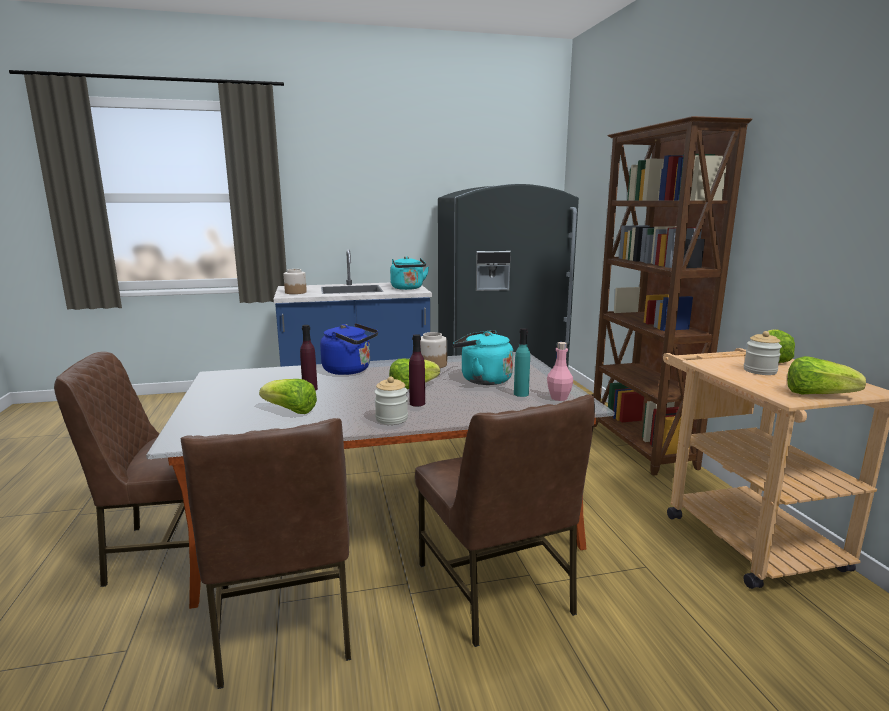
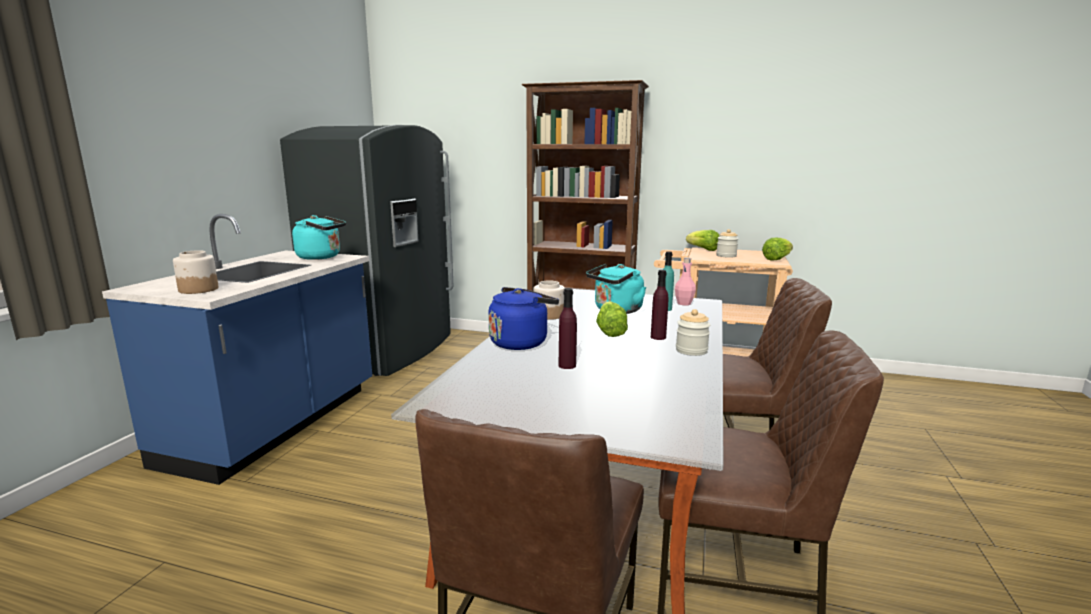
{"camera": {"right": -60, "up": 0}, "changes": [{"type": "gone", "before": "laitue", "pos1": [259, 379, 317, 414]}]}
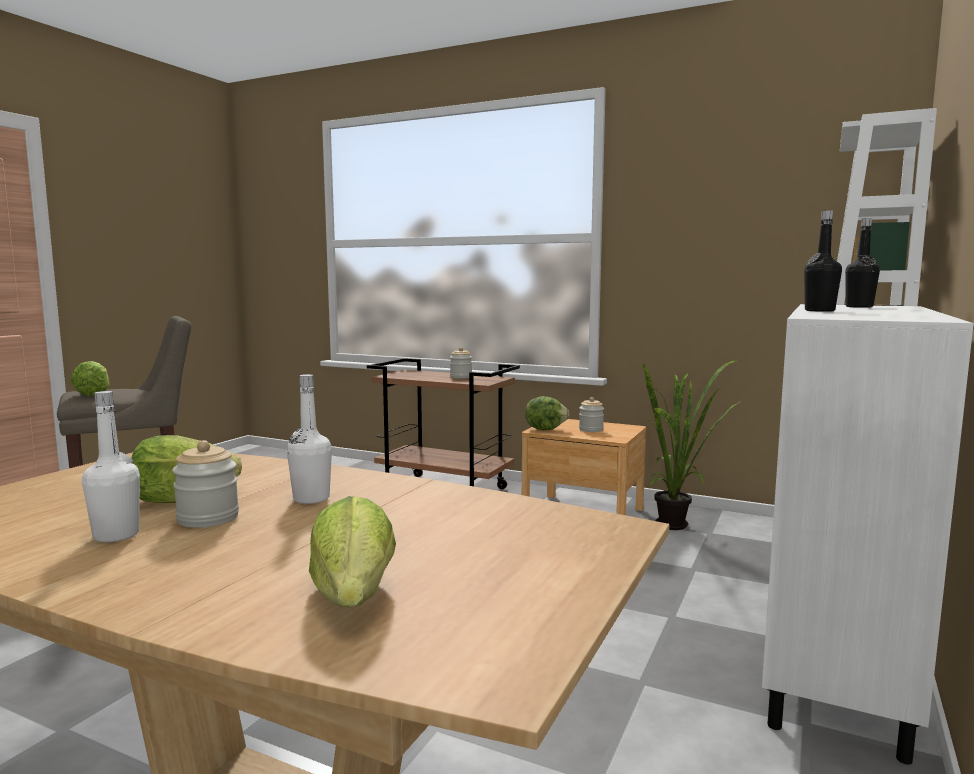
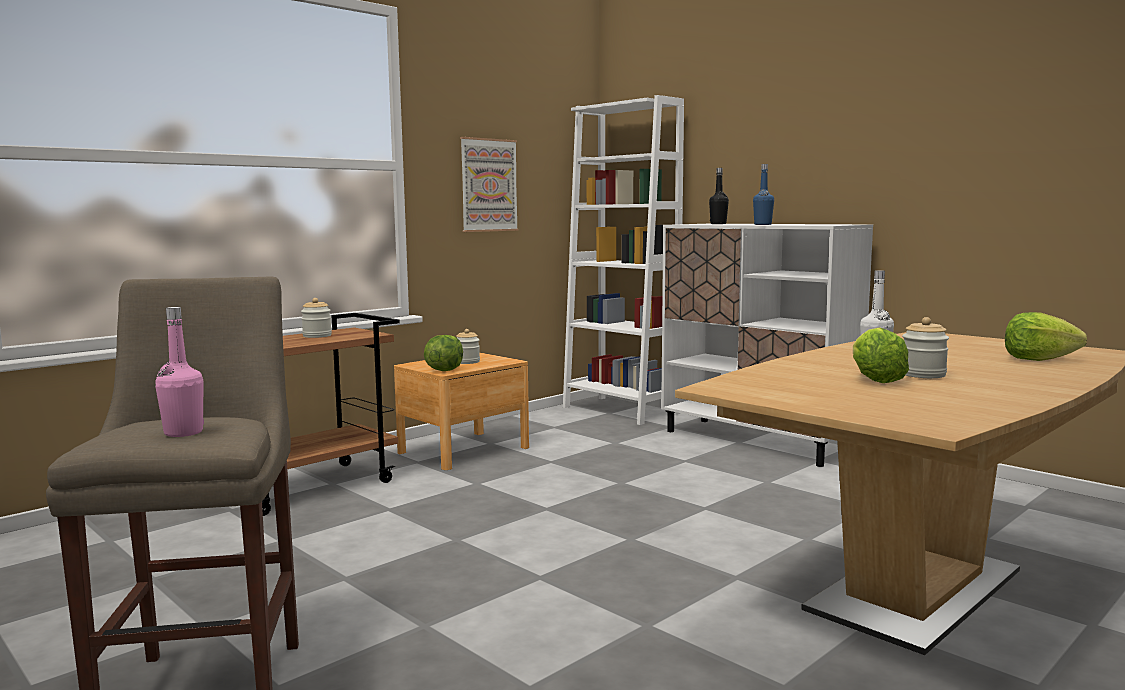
{"camera": {"right": -70, "up": 0}, "changes": [{"type": "repainted", "before": "bouteille [noir]", "after": "bouteille [bleu]", "pos1": [804, 210, 842, 312], "pos2": [753, 164, 774, 225]}, {"type": "gone", "before": "plante en pot", "pos1": [643, 360, 741, 530]}, {"type": "swapped", "before": "laitue", "after": "bouteille [rose]", "pos1": [71, 361, 110, 396], "pos2": [155, 307, 204, 437]}, {"type": "gone", "before": "bouteille [blanc]", "pos1": [82, 391, 140, 542]}, {"type": "new", "after": "tableau", "pos2": [460, 137, 519, 232]}]}
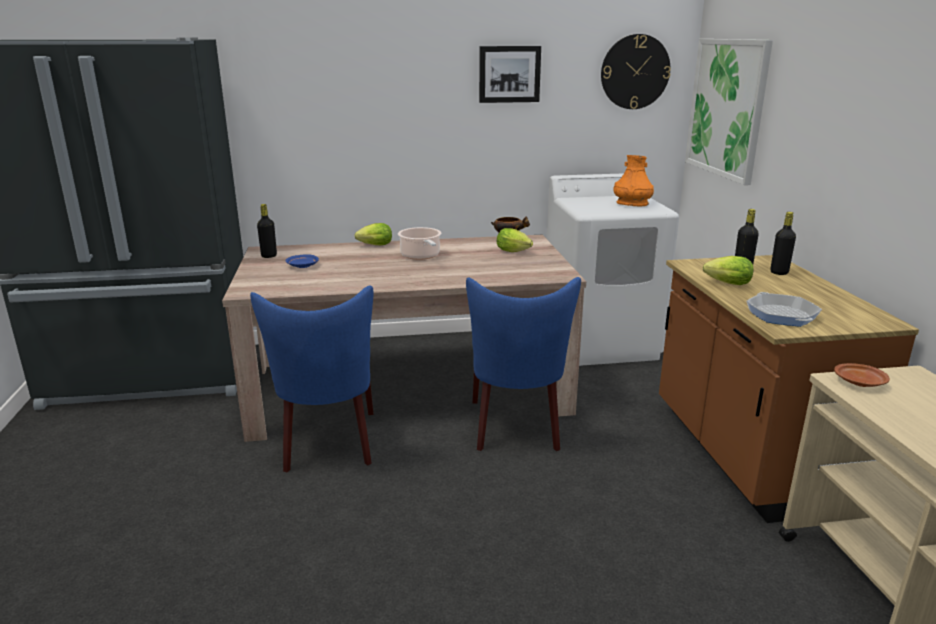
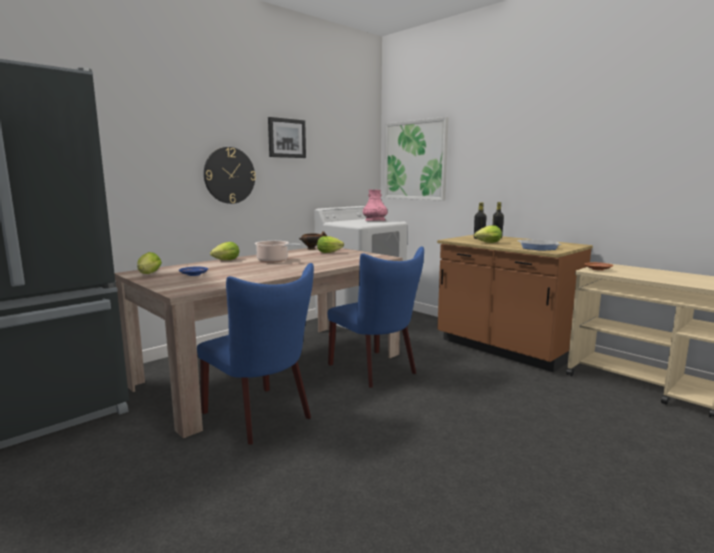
{"camera": {"right": -35, "up": -10}, "changes": [{"type": "shifted", "before": "horloge murale", "pos1": [601, 34, 671, 109], "pos2": [204, 147, 256, 204]}, {"type": "repainted", "before": "vase [orange]", "after": "vase [rose]", "pos1": [613, 155, 654, 206], "pos2": [363, 190, 388, 221]}, {"type": "swapped", "before": "bouteille [noir]", "after": "laitue", "pos1": [257, 204, 277, 258], "pos2": [137, 252, 162, 274]}]}
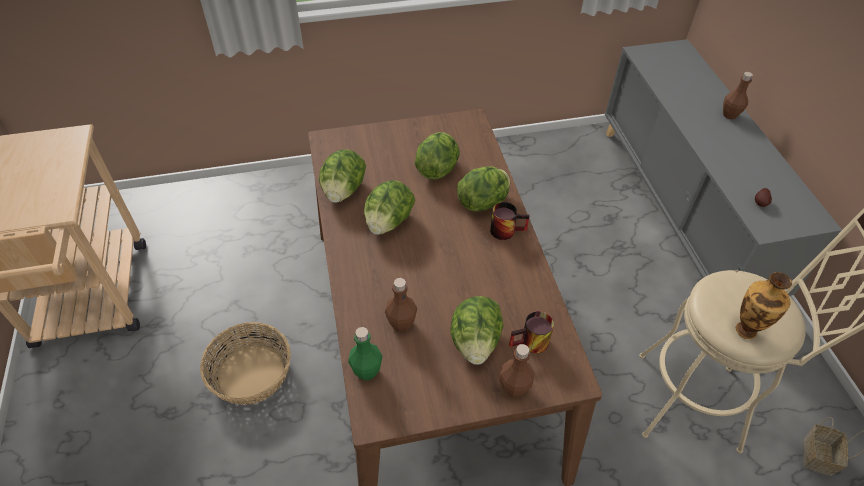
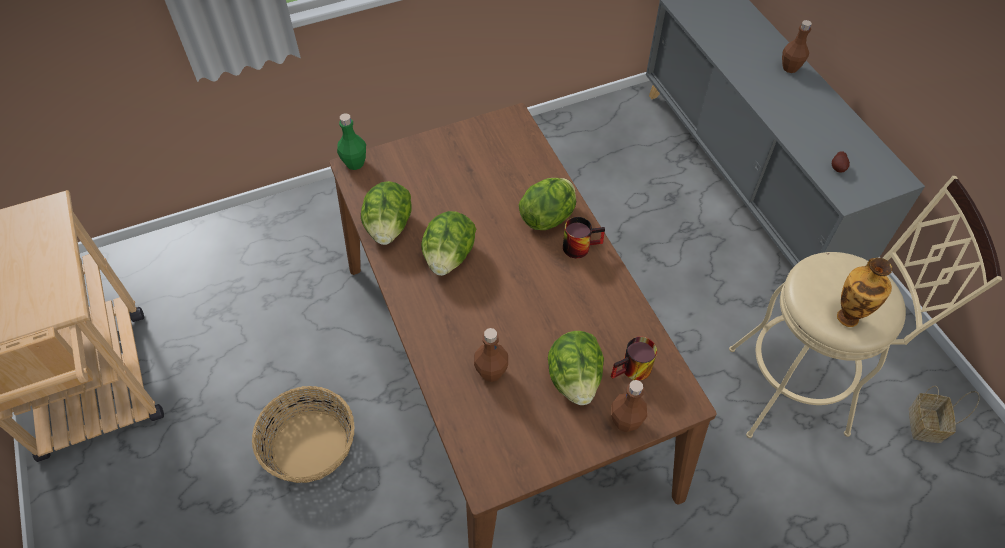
{"camera": {"right": -10, "up": 5}, "changes": [{"type": "gone", "before": "laitue", "pos1": [415, 132, 460, 180]}, {"type": "shifted", "before": "bouteille [vert]", "pos1": [348, 327, 382, 381], "pos2": [337, 113, 366, 170]}]}
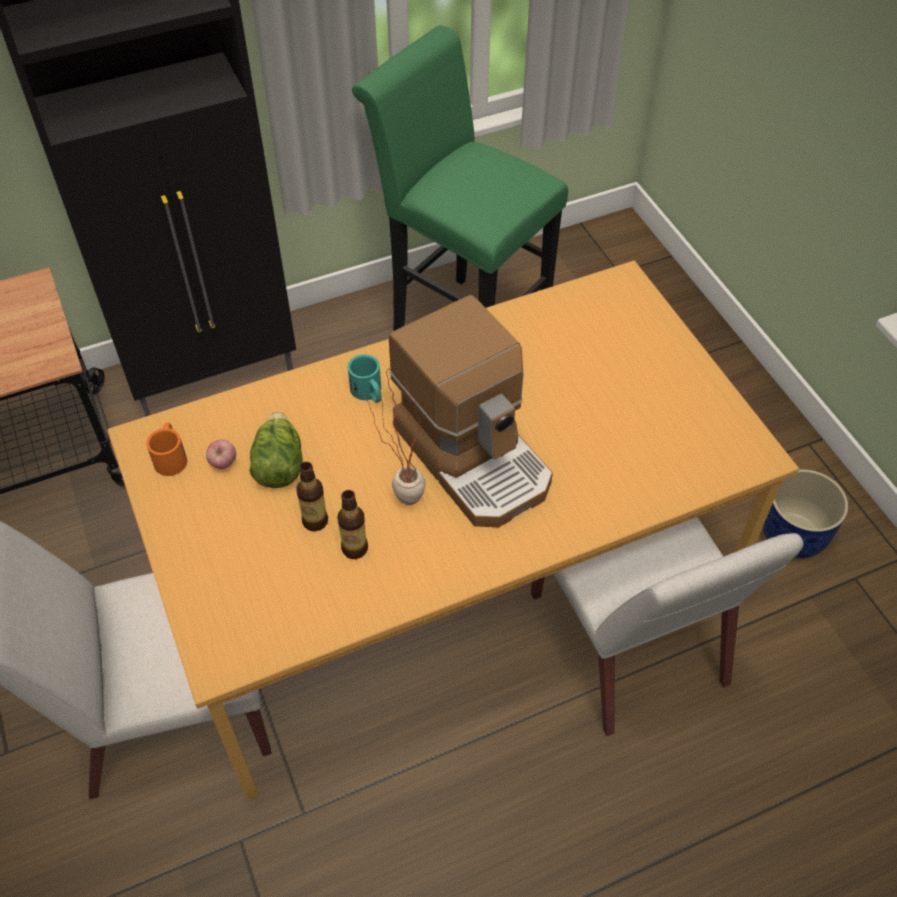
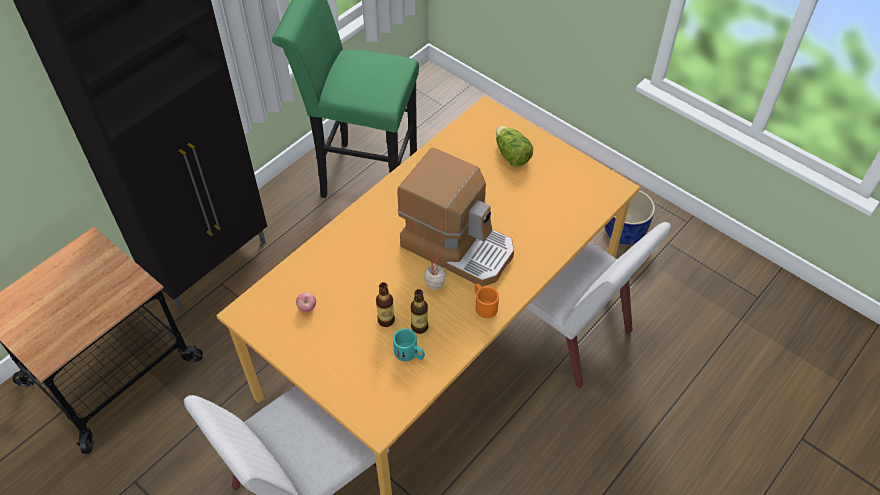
{"camera": {"right": -25, "up": 0}, "changes": [{"type": "shifted", "before": "mug [turquoise]", "pos1": [348, 354, 381, 403], "pos2": [393, 328, 425, 361]}, {"type": "shifted", "before": "laitue", "pos1": [249, 411, 302, 488], "pos2": [496, 126, 533, 167]}, {"type": "shifted", "before": "mug [orange]", "pos1": [146, 422, 187, 476], "pos2": [474, 284, 499, 318]}]}
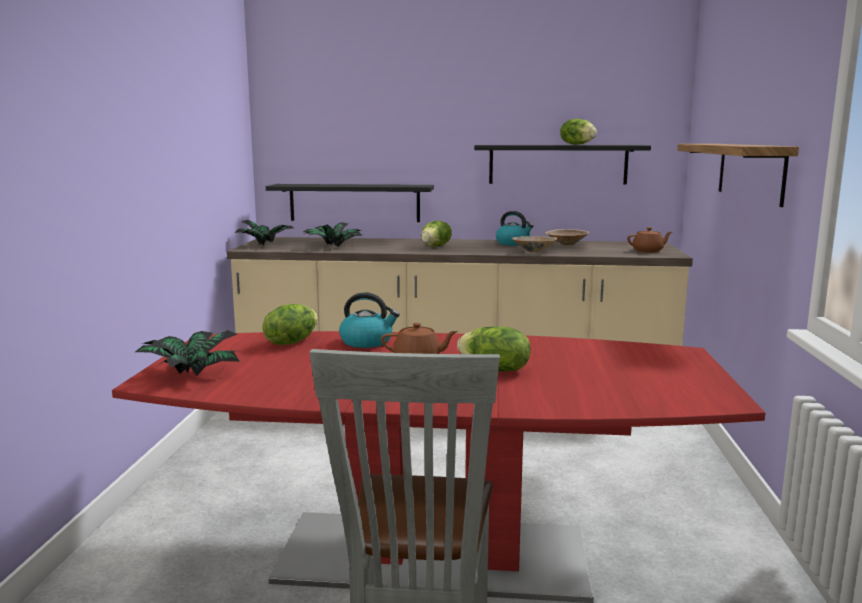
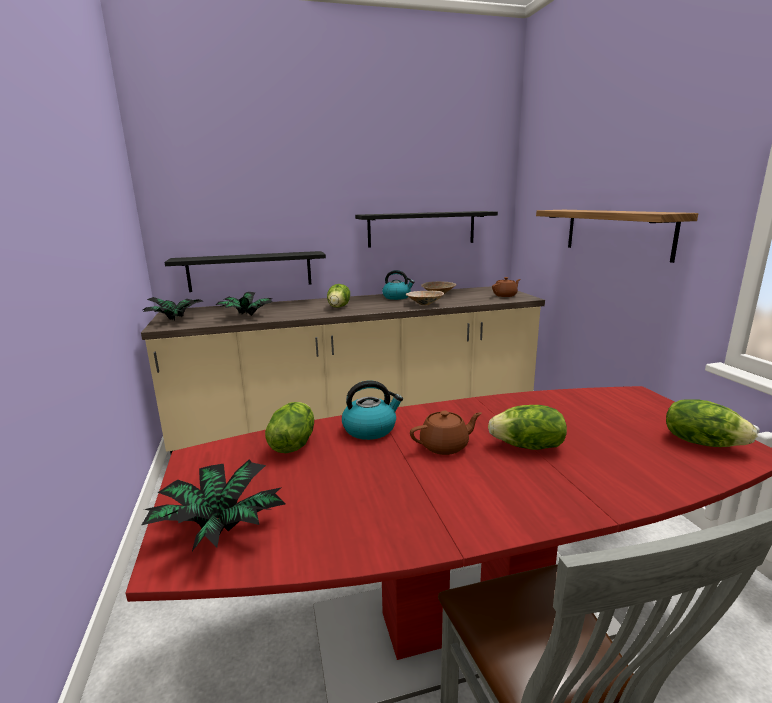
{"camera": {"right": -20, "up": 5}, "changes": [{"type": "shifted", "before": "laitue", "pos1": [560, 119, 597, 145], "pos2": [666, 400, 757, 447]}]}
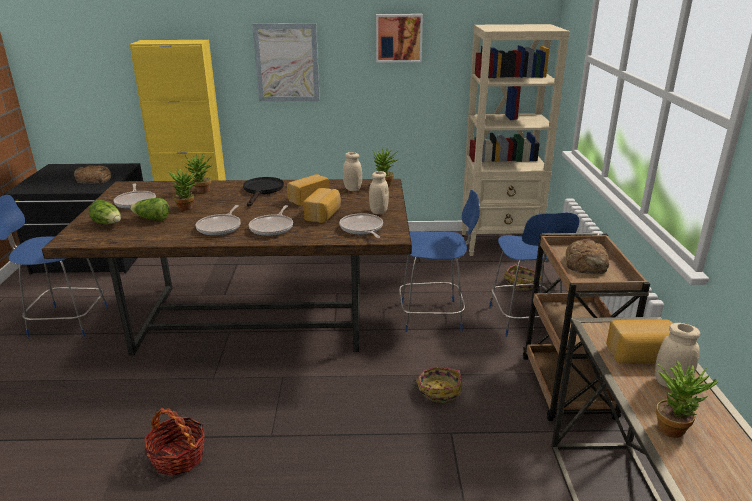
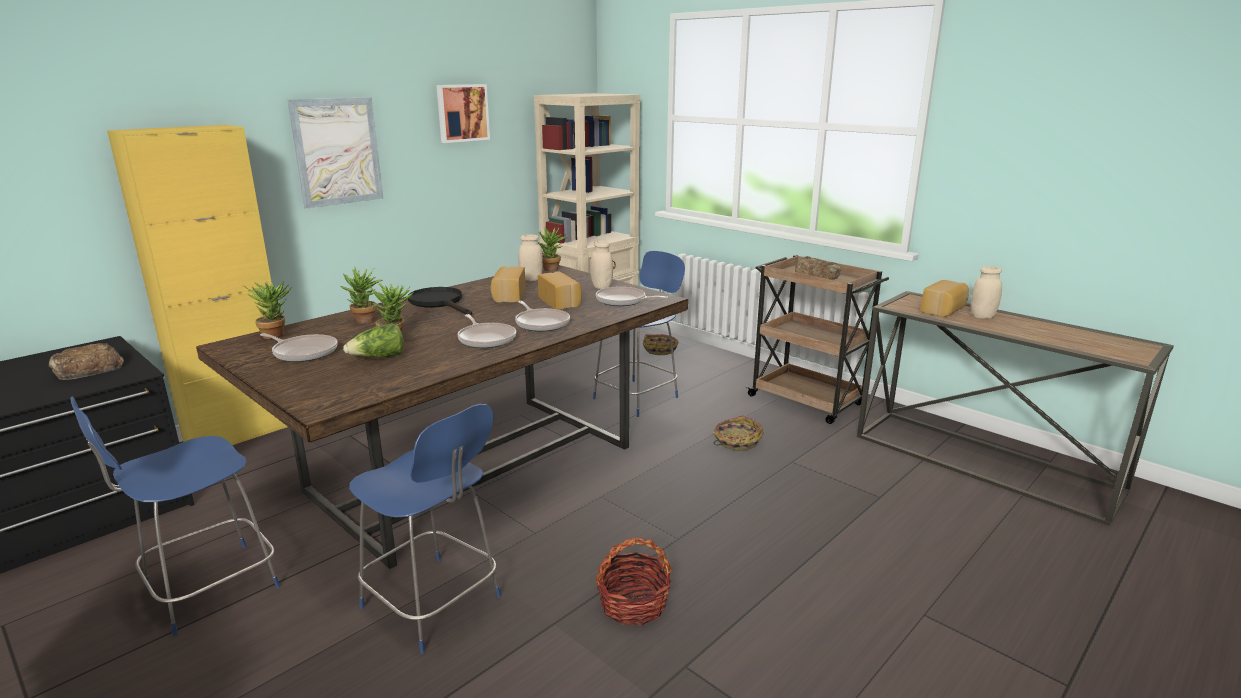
{"camera": {"right": -45, "up": -5}, "changes": [{"type": "gone", "before": "laitue", "pos1": [89, 200, 121, 224]}, {"type": "shifted", "before": "chaise [bleu]", "pos1": [489, 212, 579, 337], "pos2": [349, 404, 501, 654]}, {"type": "shifted", "before": "plante en pot", "pos1": [656, 361, 719, 438], "pos2": [243, 280, 292, 339]}]}
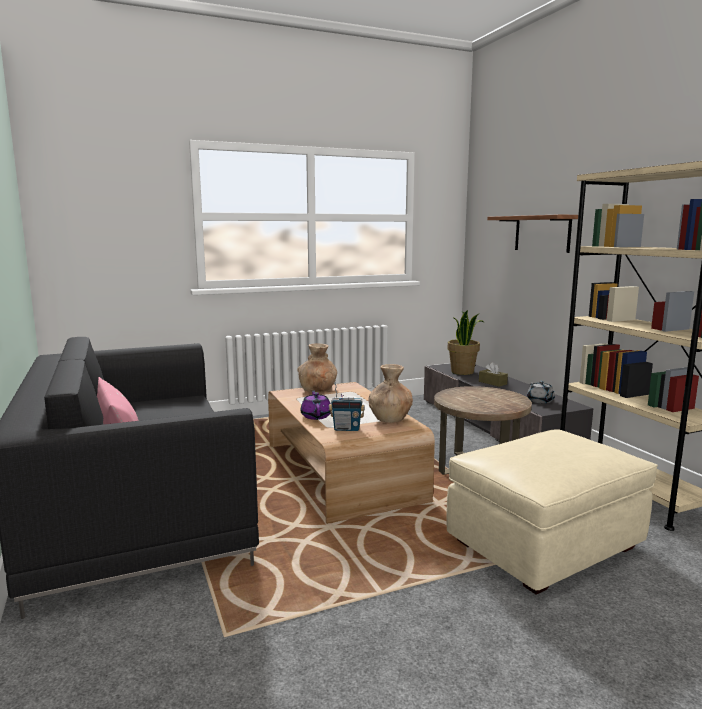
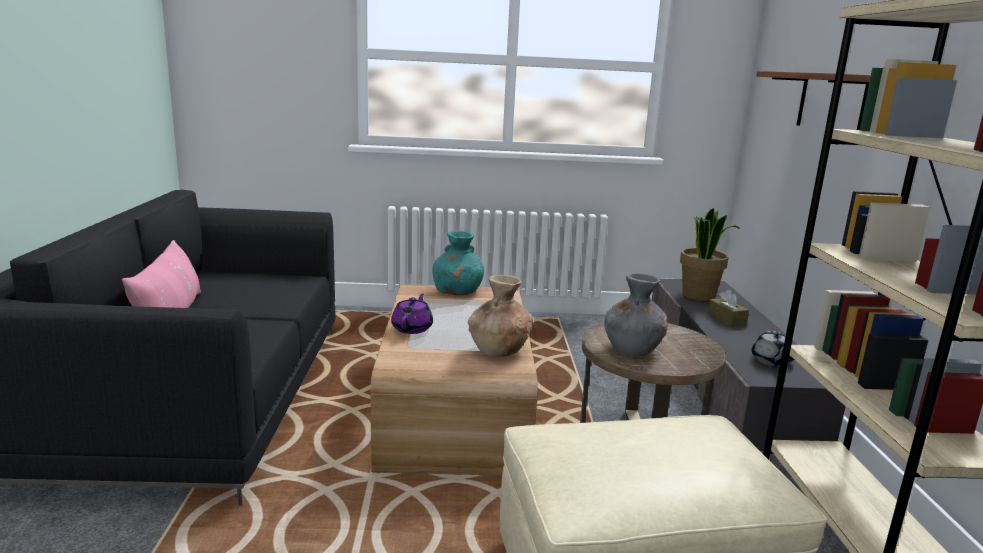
{"camera": {"right": 20, "up": 5}, "changes": [{"type": "repainted", "before": "vase [marron]", "after": "vase [turquoise]", "pos1": [297, 344, 337, 392], "pos2": [432, 231, 484, 295]}, {"type": "gone", "before": "radio", "pos1": [329, 382, 365, 431]}, {"type": "new", "after": "vase [gris]", "pos2": [604, 273, 668, 356]}]}
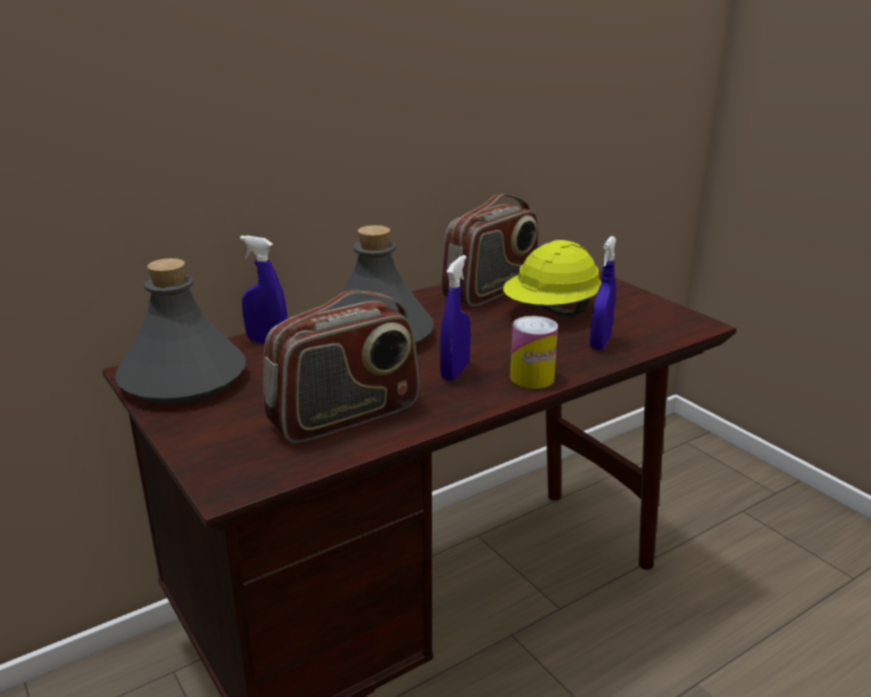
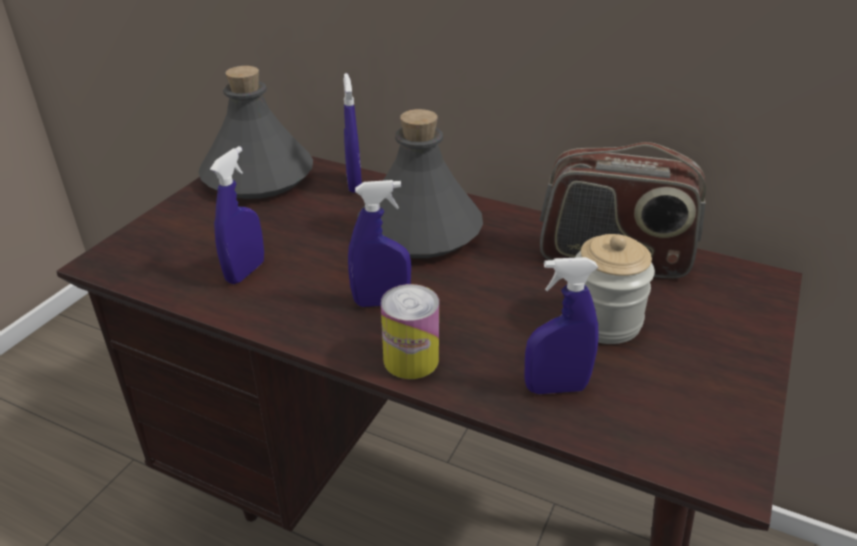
{"camera": {"right": 60, "up": 10}, "changes": [{"type": "swapped", "before": "casque de chantier [jaune]", "after": "bocal", "pos1": [503, 240, 601, 316], "pos2": [575, 234, 655, 344]}, {"type": "swapped", "before": "radio", "after": "vaporisateur [bleu]", "pos1": [263, 290, 420, 443], "pos2": [210, 146, 264, 284]}]}
